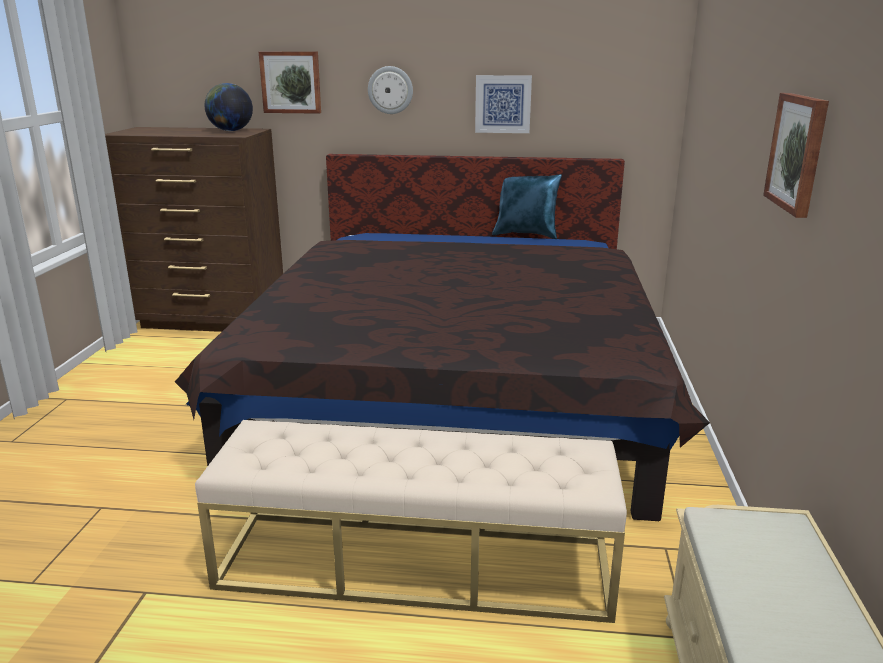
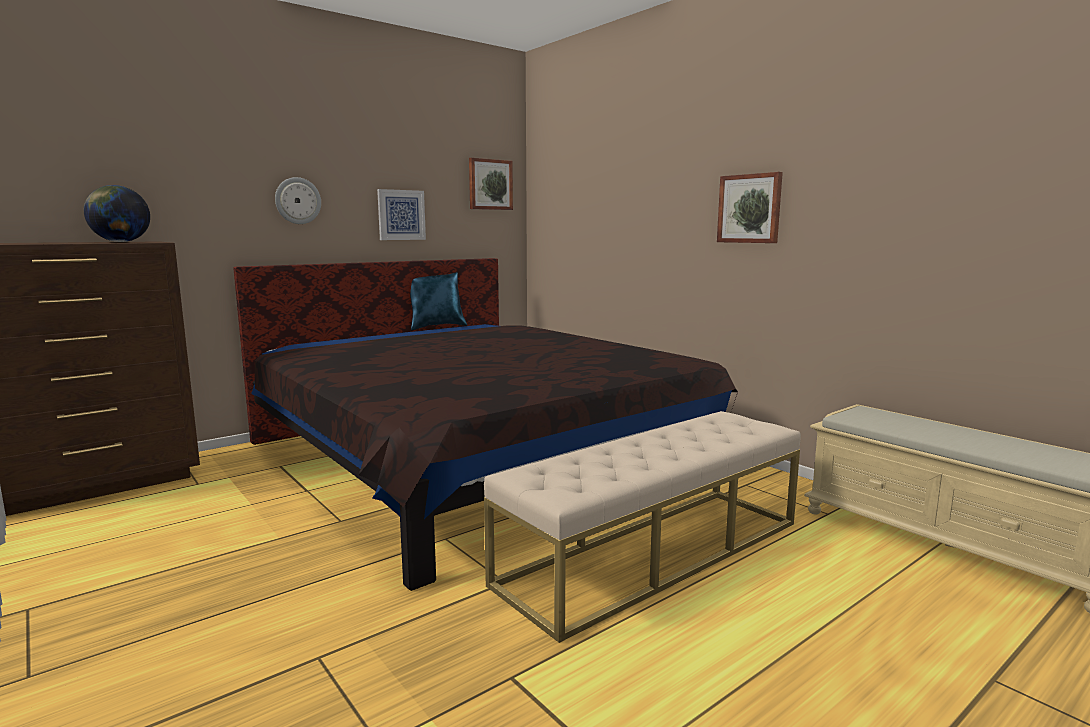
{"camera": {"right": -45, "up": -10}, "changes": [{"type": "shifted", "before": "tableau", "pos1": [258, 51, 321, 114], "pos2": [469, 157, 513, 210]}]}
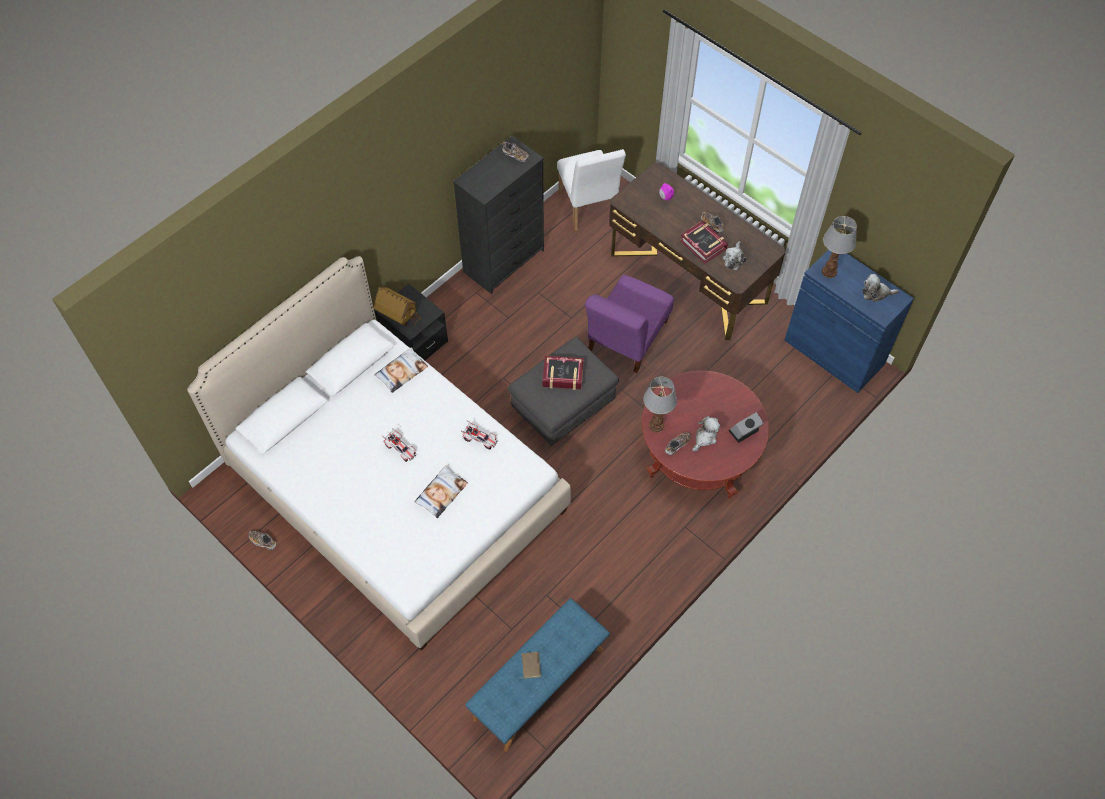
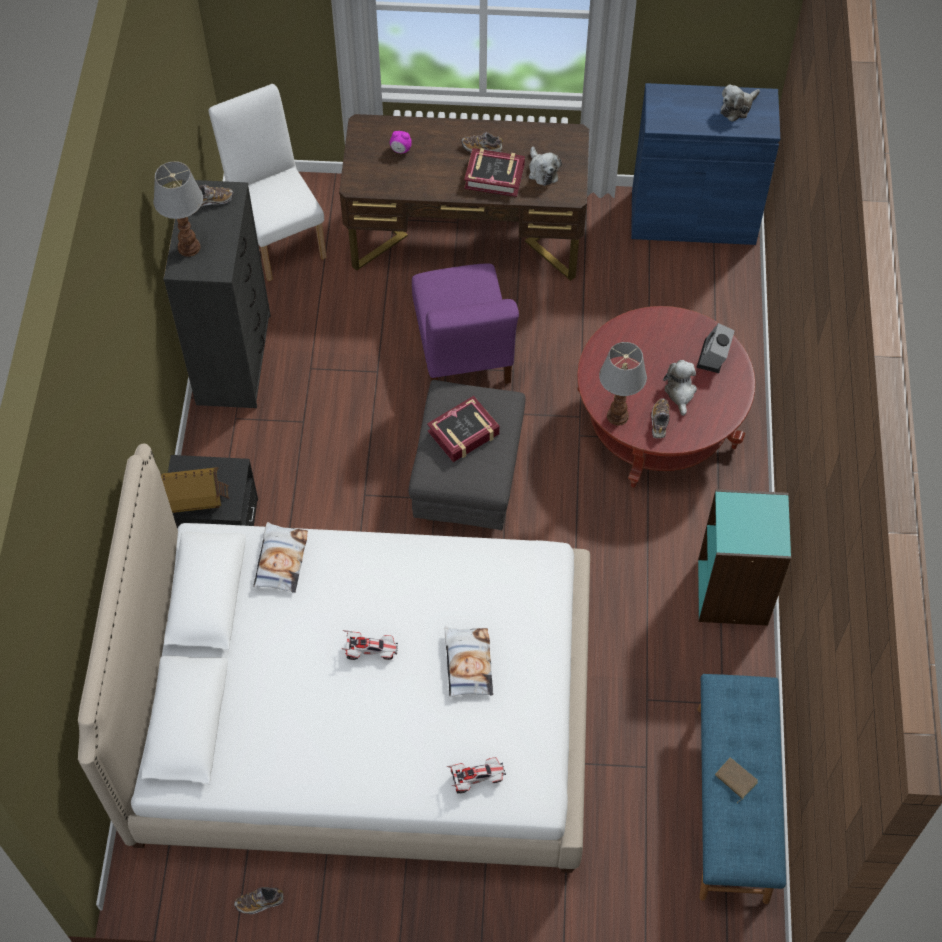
{"camera": {"right": -40, "up": 0}, "changes": [{"type": "rotated", "before": "chaise [blanc]", "pos1": [557, 149, 626, 231], "pos2": [208, 84, 327, 282], "turn": -150}, {"type": "shifted", "before": "lampe de table", "pos1": [822, 216, 857, 278], "pos2": [153, 161, 203, 257]}, {"type": "shifted", "before": "petite voiture", "pos1": [461, 420, 498, 449], "pos2": [447, 757, 506, 794]}, {"type": "new", "after": "bibliothèque [turquoise]", "pos2": [698, 489, 791, 626]}]}
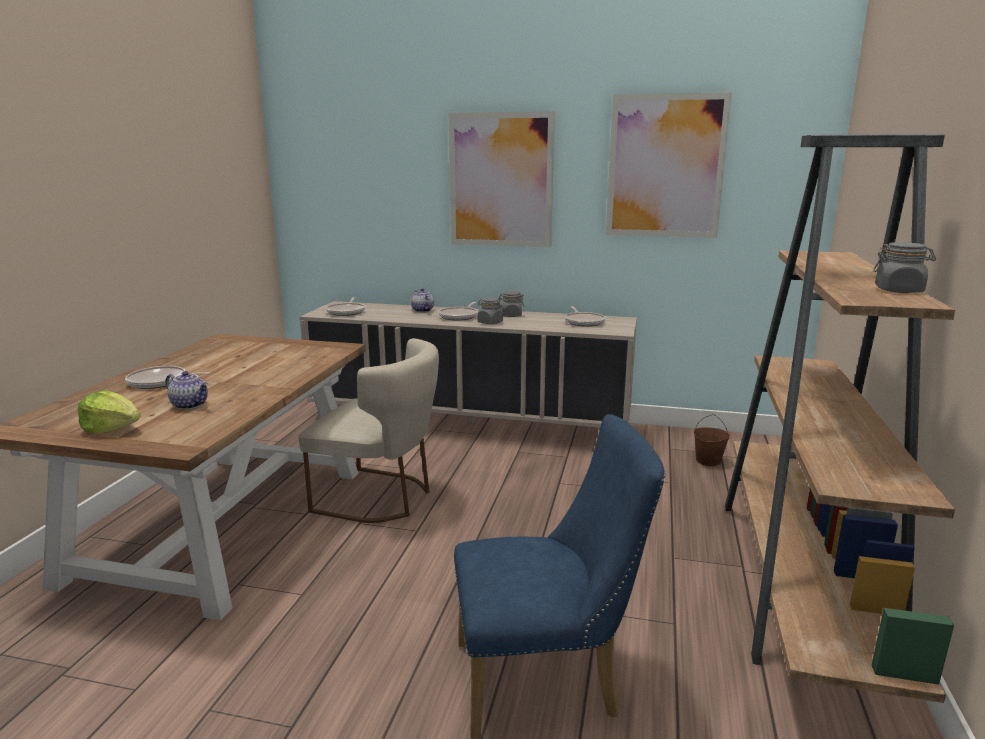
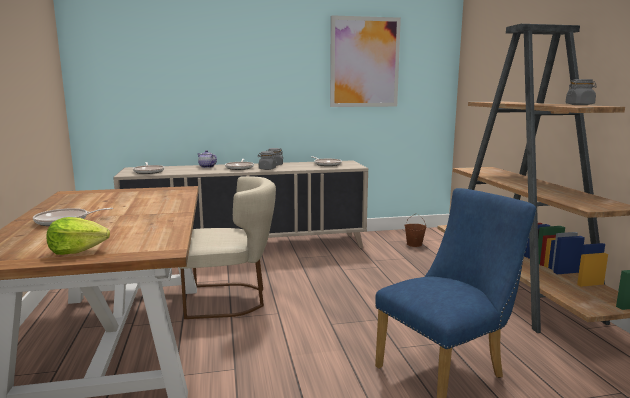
{"camera": {"right": -25, "up": -5}, "changes": [{"type": "gone", "before": "tableau", "pos1": [448, 111, 555, 247]}, {"type": "gone", "before": "théière", "pos1": [165, 371, 209, 410]}]}
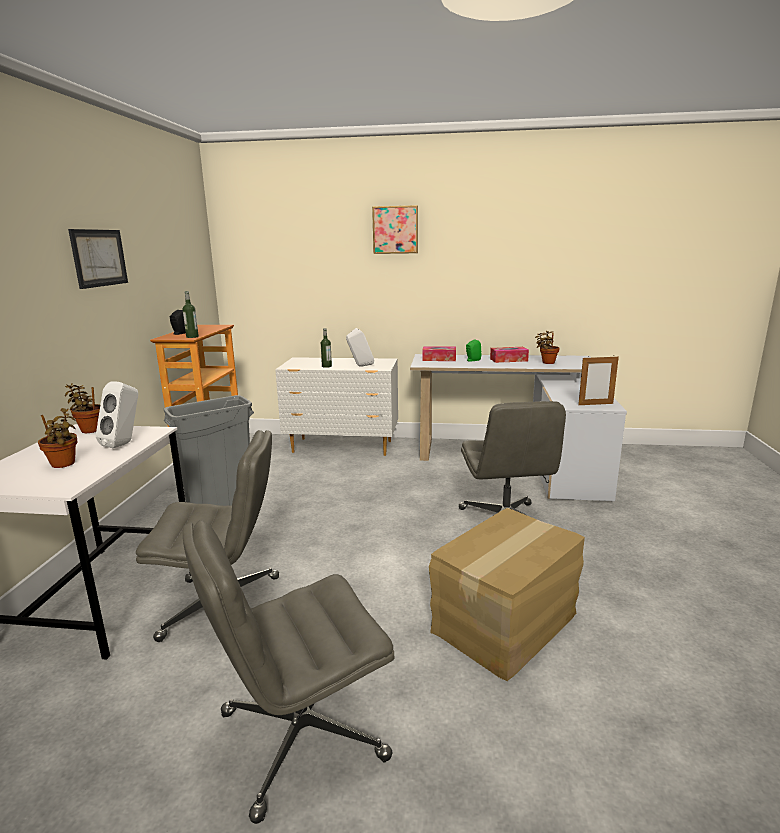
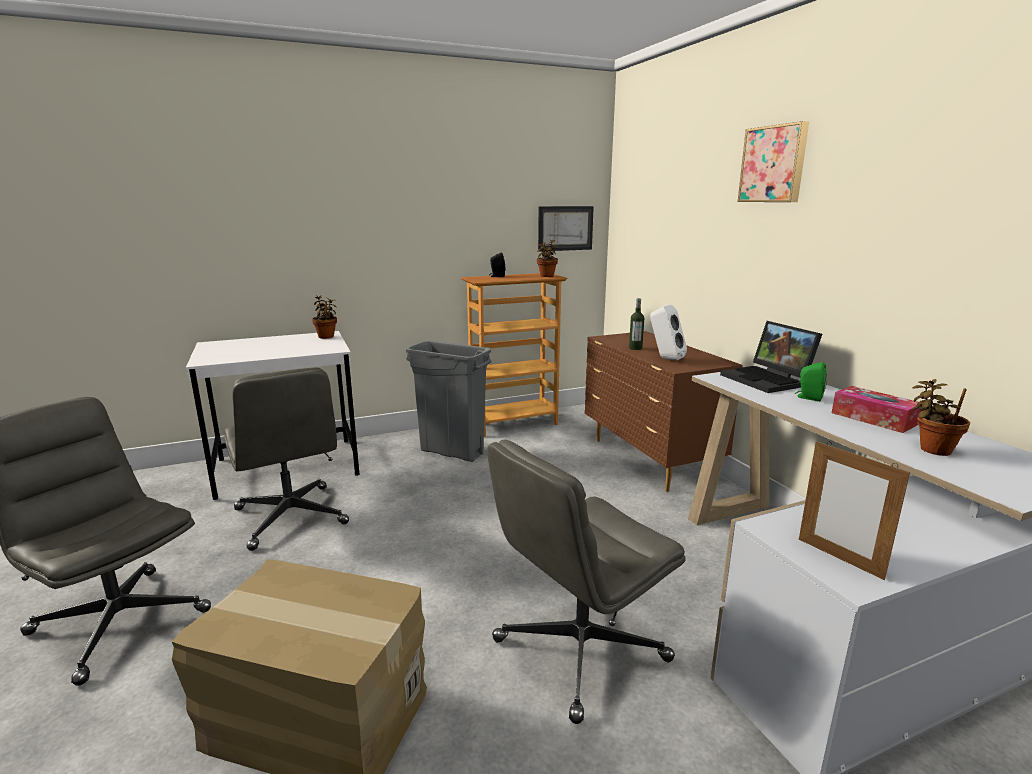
{"camera": {"right": 60, "up": 0}, "changes": [{"type": "shifted", "before": "tableau", "pos1": [68, 229, 128, 289], "pos2": [538, 206, 594, 251]}, {"type": "gone", "before": "bouteille", "pos1": [183, 291, 199, 338]}, {"type": "swapped", "before": "boîte à mouchoirs", "after": "ordinateur portable", "pos1": [422, 346, 456, 361], "pos2": [720, 321, 822, 393]}, {"type": "repainted", "before": "commode [blanc]", "after": "commode [marron]", "pos1": [275, 357, 398, 456], "pos2": [585, 331, 743, 492]}, {"type": "gone", "before": "enceinte [blanc]", "pos1": [96, 381, 138, 448]}, {"type": "shifted", "before": "plante en pot", "pos1": [38, 408, 78, 468], "pos2": [537, 239, 558, 277]}]}
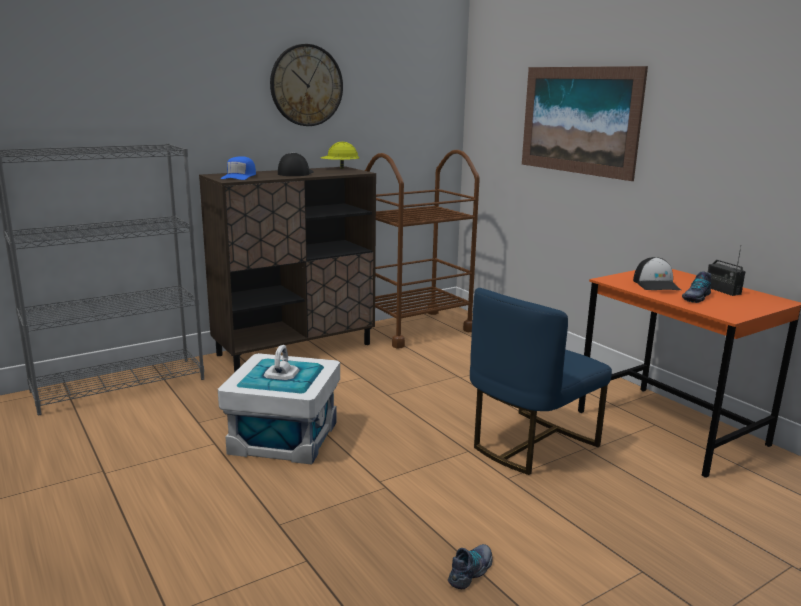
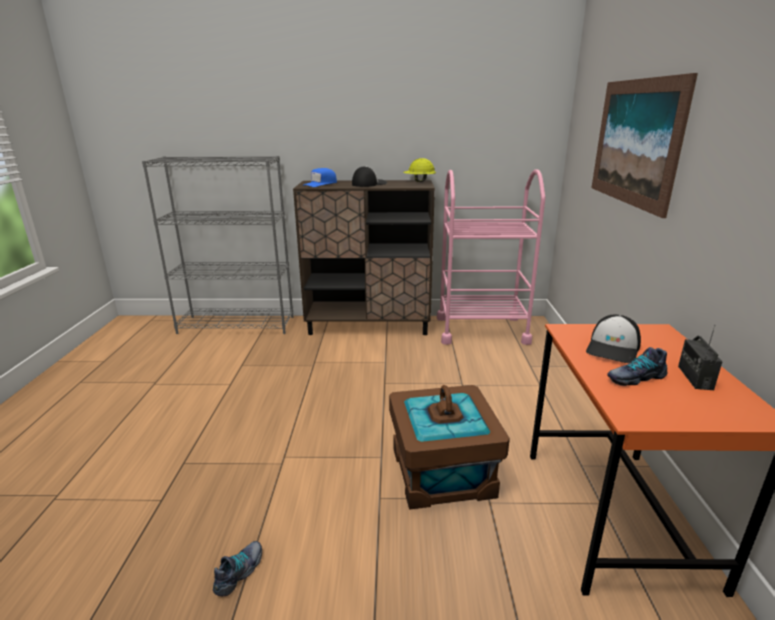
{"camera": {"right": 35, "up": 5}, "changes": [{"type": "gone", "before": "horloge murale", "pos1": [270, 44, 343, 126]}, {"type": "repainted", "before": "chariot [marron]", "after": "chariot [rose]", "pos1": [365, 150, 480, 349], "pos2": [437, 169, 545, 345]}, {"type": "swapped", "before": "chaise [bleu]", "after": "boîte de rangement [marron]", "pos1": [470, 288, 612, 475], "pos2": [389, 385, 510, 510]}, {"type": "gone", "before": "boîte de rangement [blanc]", "pos1": [218, 345, 340, 464]}, {"type": "rotated", "before": "chaussure", "pos1": [448, 544, 493, 589], "pos2": [213, 541, 262, 596], "turn": -45}]}
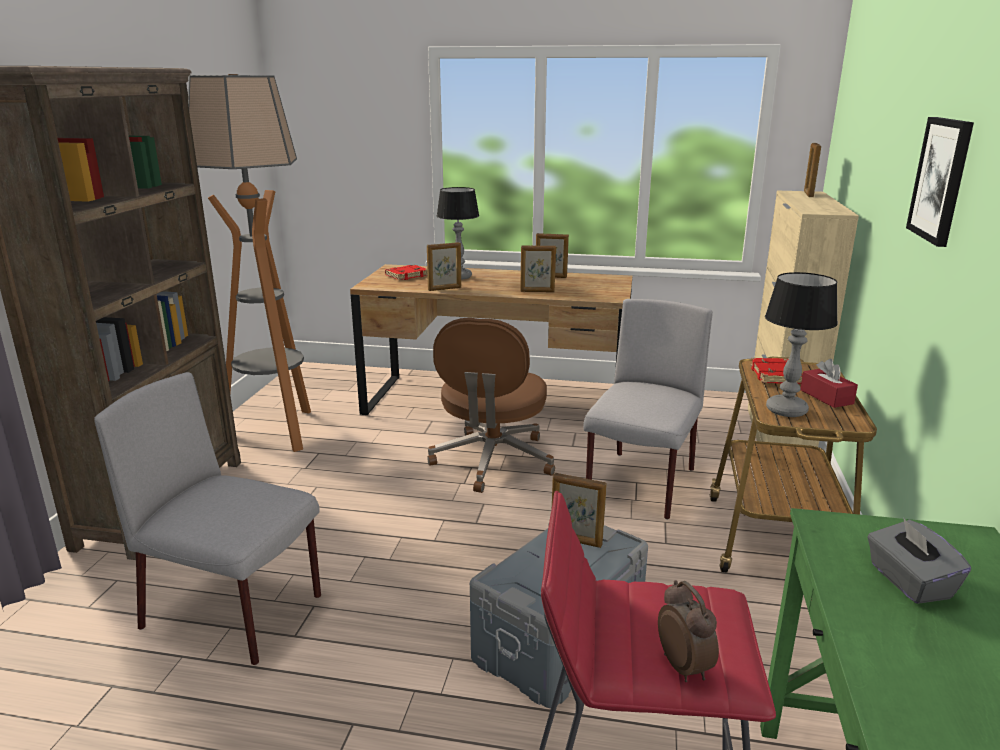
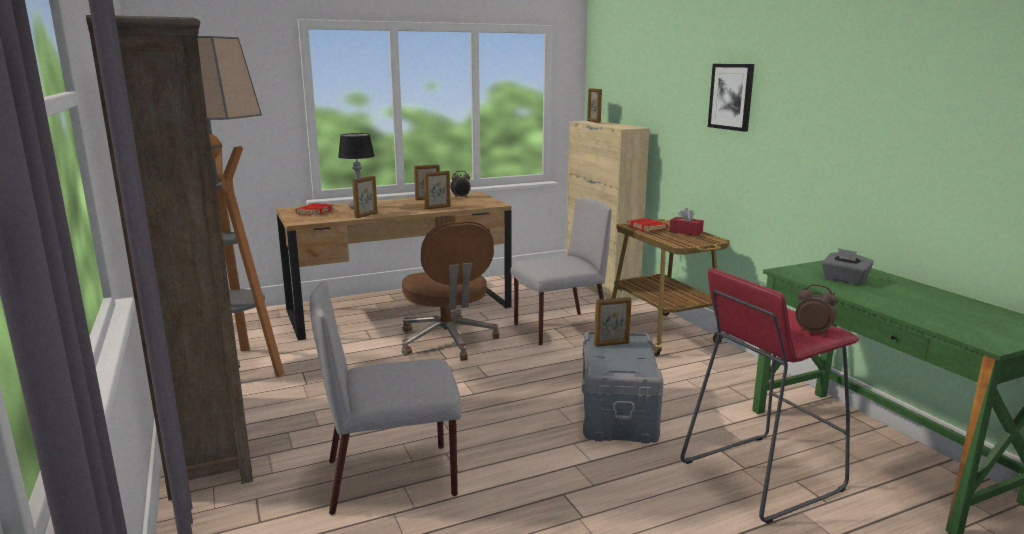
{"camera": {"right": -35, "up": -5}, "changes": [{"type": "gone", "before": "lampe de table", "pos1": [765, 272, 838, 417]}, {"type": "rotated", "before": "chaise [gris]", "pos1": [583, 299, 713, 520], "pos2": [511, 197, 612, 346], "turn": 75}, {"type": "new", "after": "réveil", "pos2": [451, 171, 471, 197]}]}
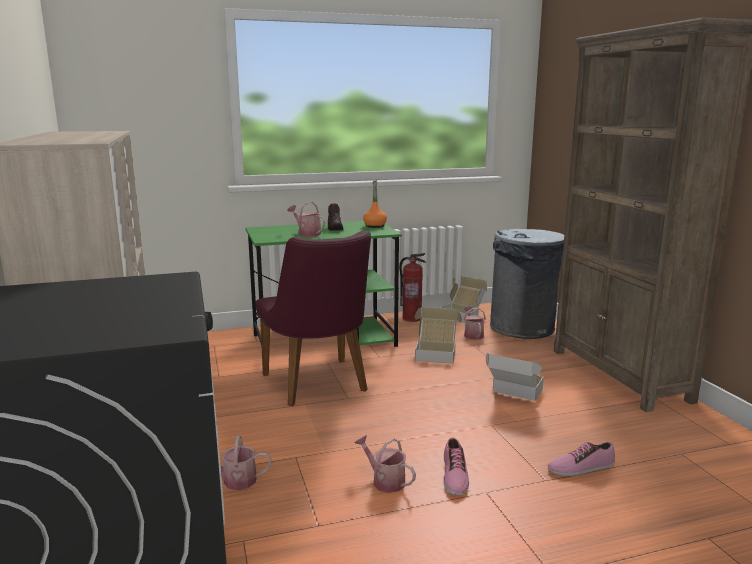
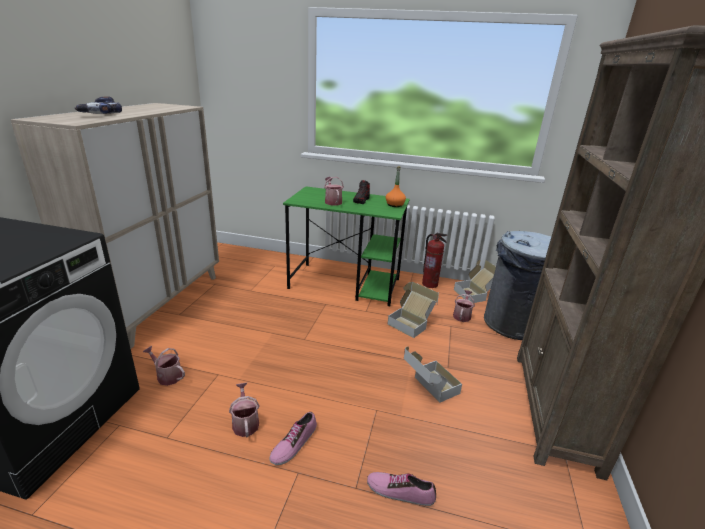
{"camera": {"right": 30, "up": 10}, "changes": [{"type": "gone", "before": "chaise [violet]", "pos1": [255, 231, 371, 406]}, {"type": "new", "after": "perceuse", "pos2": [75, 97, 122, 114]}]}
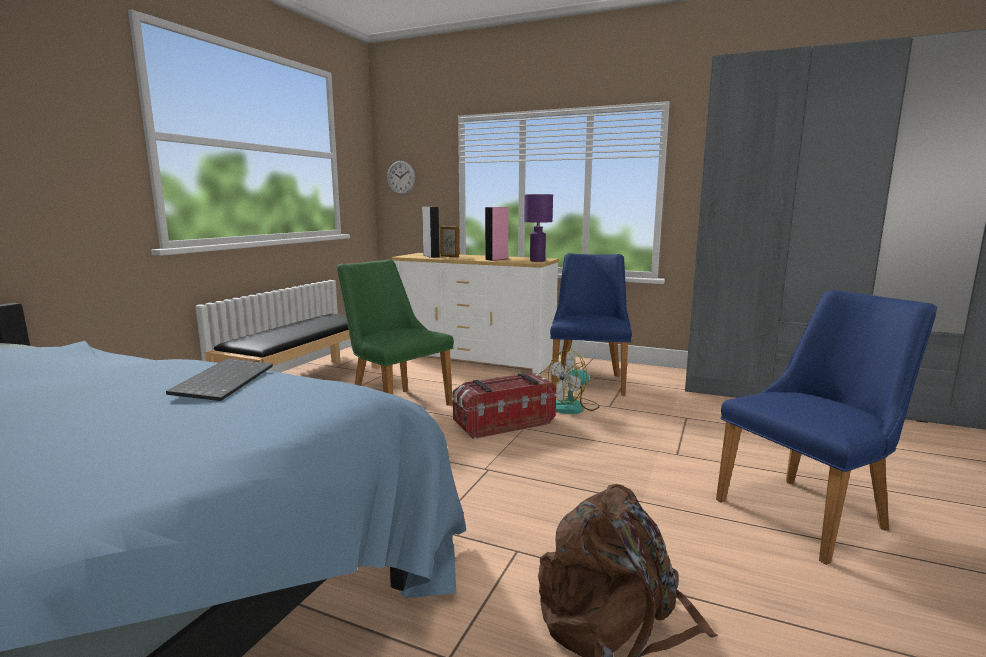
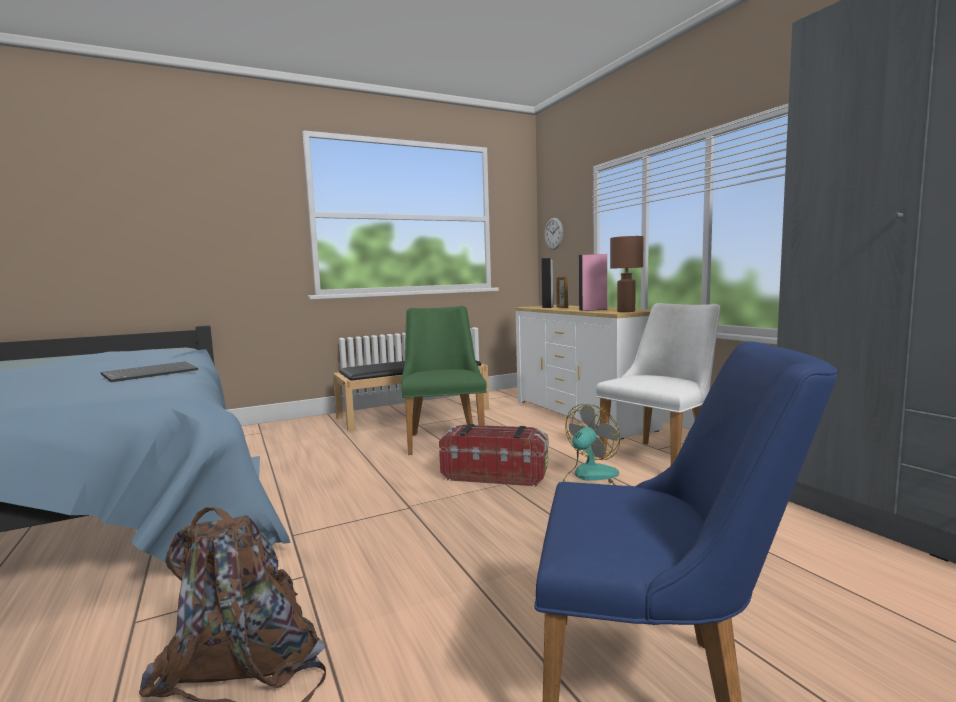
{"camera": {"right": 40, "up": -5}, "changes": [{"type": "repainted", "before": "lampe de table [violet]", "after": "lampe de table [marron]", "pos1": [524, 194, 553, 262], "pos2": [610, 236, 644, 312]}, {"type": "repainted", "before": "chaise [bleu]", "after": "chaise [blanc]", "pos1": [550, 253, 632, 396], "pos2": [596, 303, 720, 465]}, {"type": "rotated", "before": "ventilateur", "pos1": [548, 349, 600, 414], "pos2": [563, 404, 620, 485], "turn": 120}]}
